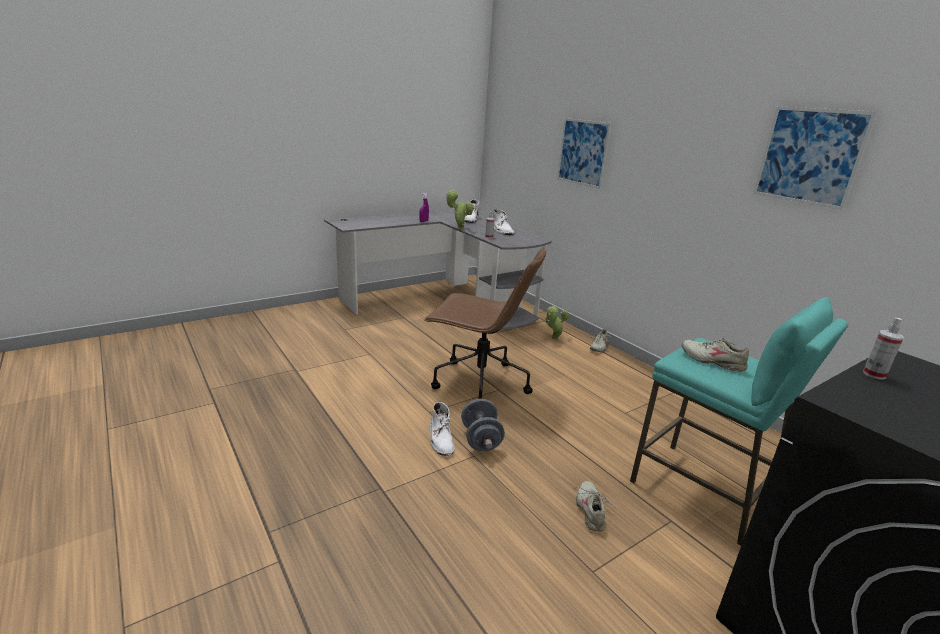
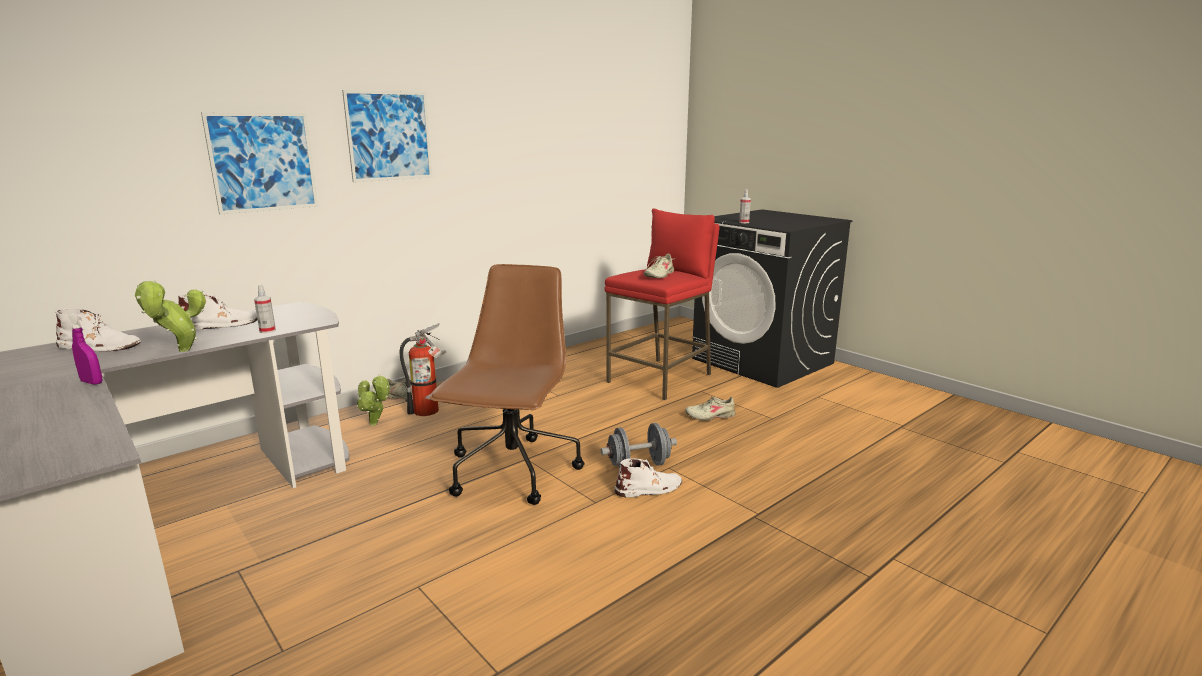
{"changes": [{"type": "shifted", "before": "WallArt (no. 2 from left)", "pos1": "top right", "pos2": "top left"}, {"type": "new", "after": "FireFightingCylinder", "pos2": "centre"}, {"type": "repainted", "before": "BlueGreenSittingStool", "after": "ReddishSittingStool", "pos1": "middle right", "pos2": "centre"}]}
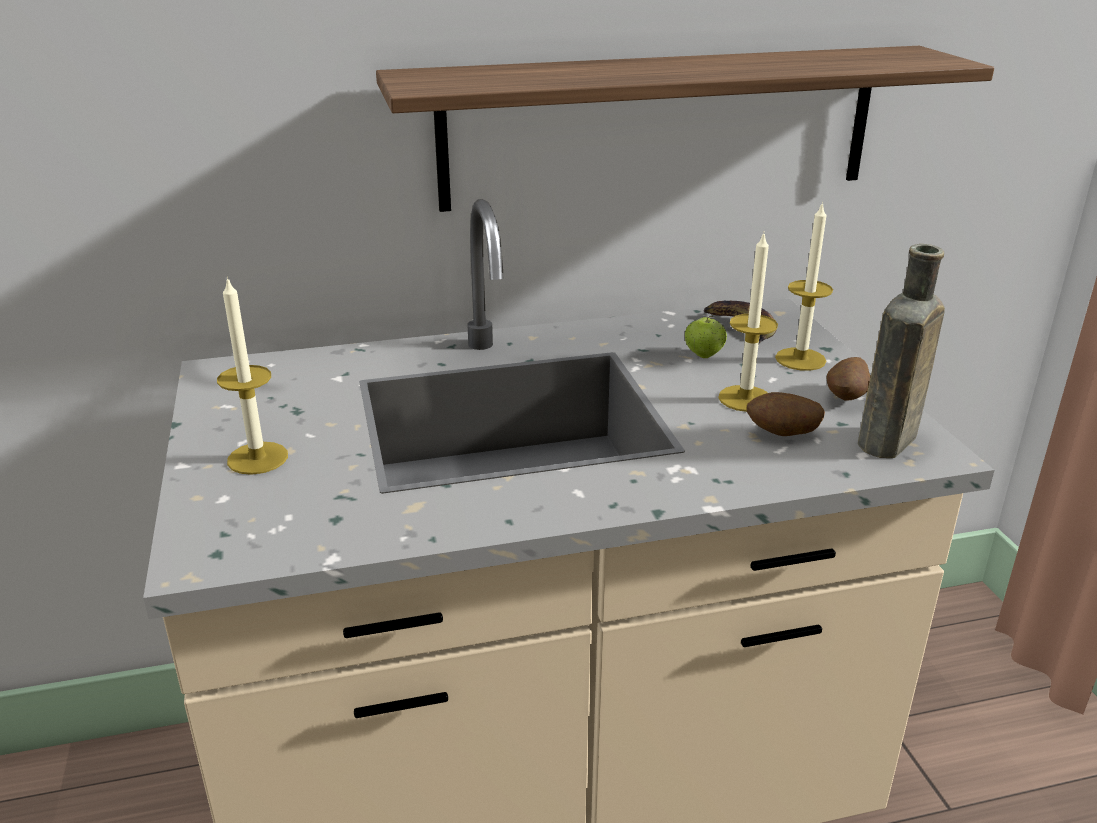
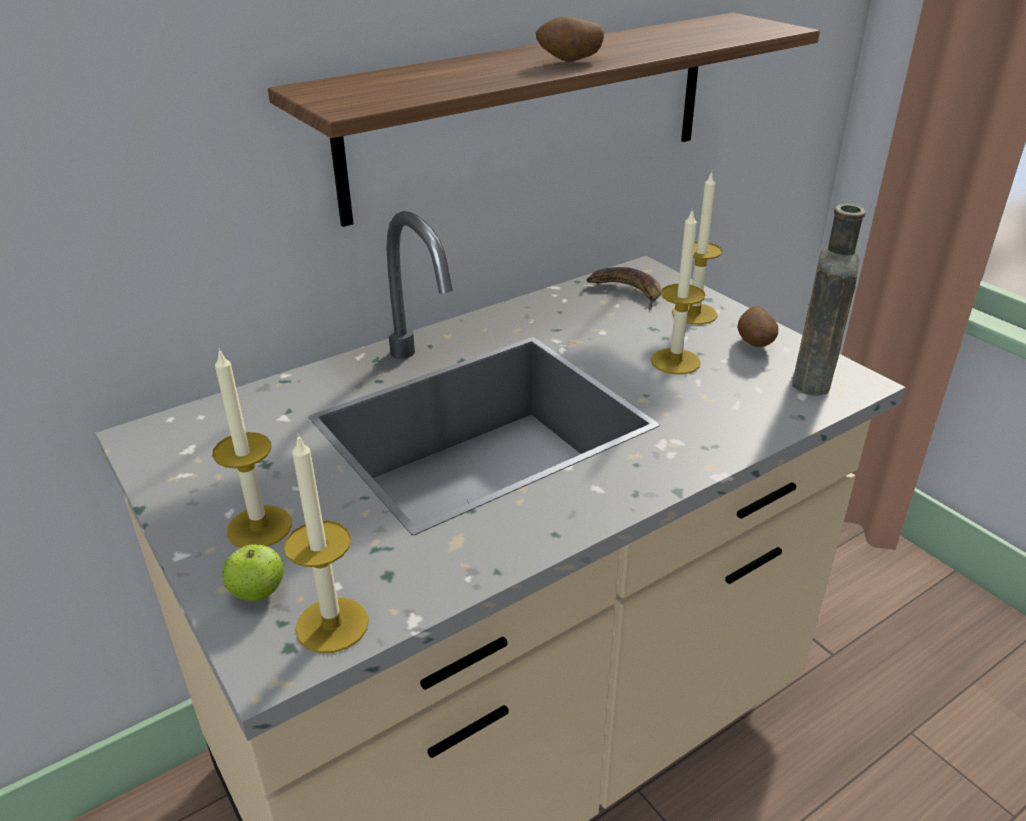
{"changes": [{"type": "shifted", "before": "AppleFruit", "pos1": "centre", "pos2": "bottom left"}, {"type": "new", "after": "WaxLight (no. 2 from left)", "pos2": "middle left"}, {"type": "shifted", "before": "Potato (no. 1 from left)", "pos1": "middle right", "pos2": "top centre"}]}
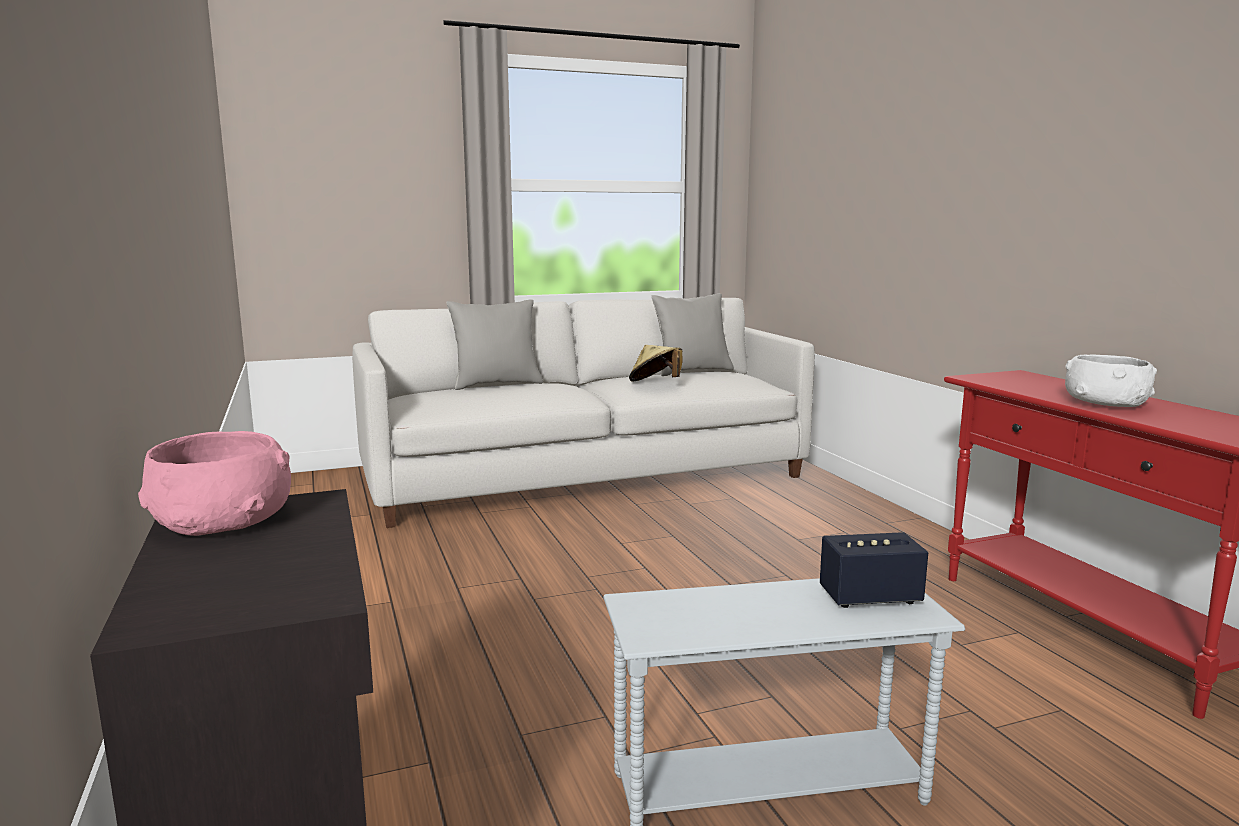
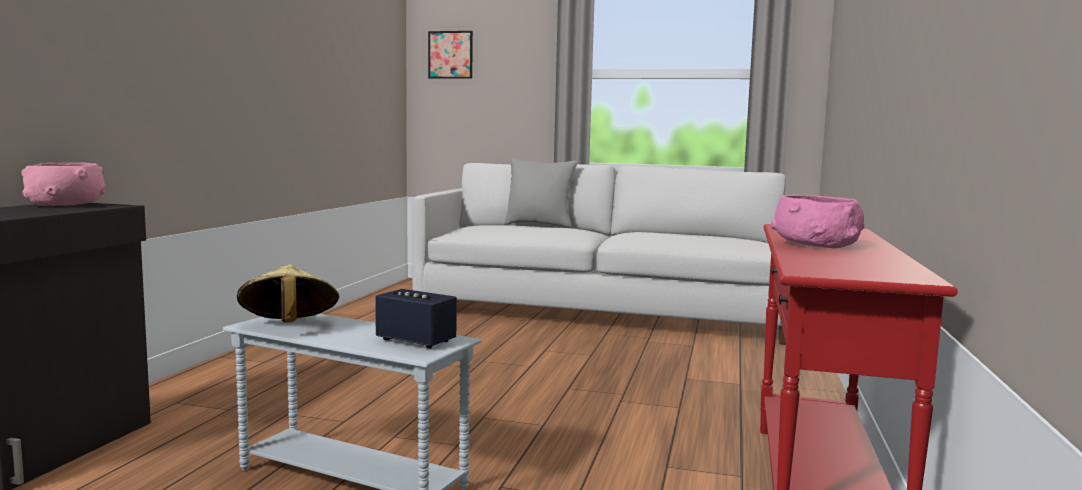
{"changes": [{"type": "shifted", "before": "BeigeColouredWearableHat", "pos1": "centre", "pos2": "middle left"}, {"type": "new", "after": "WallArt", "pos2": "top centre"}, {"type": "repainted", "before": "WhiteBowl", "after": "PinkBowl (no. 2 from left)", "pos1": "middle right", "pos2": "middle right"}, {"type": "gone", "before": "GreyPillow (no. 2 from left)", "pos1": "centre"}]}
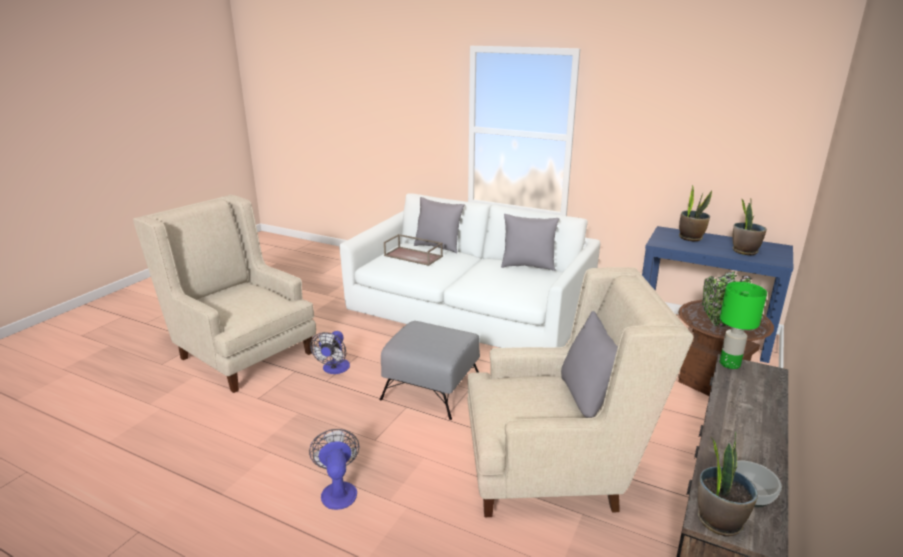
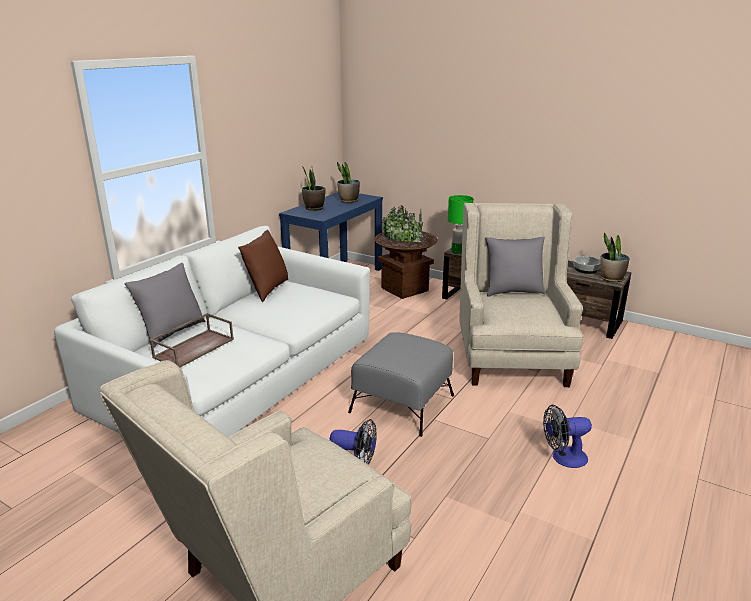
{"changes": [{"type": "repainted", "before": "GreyPillow (no. 2 from left)", "after": "BrownishPillow", "pos1": "centre", "pos2": "centre"}]}
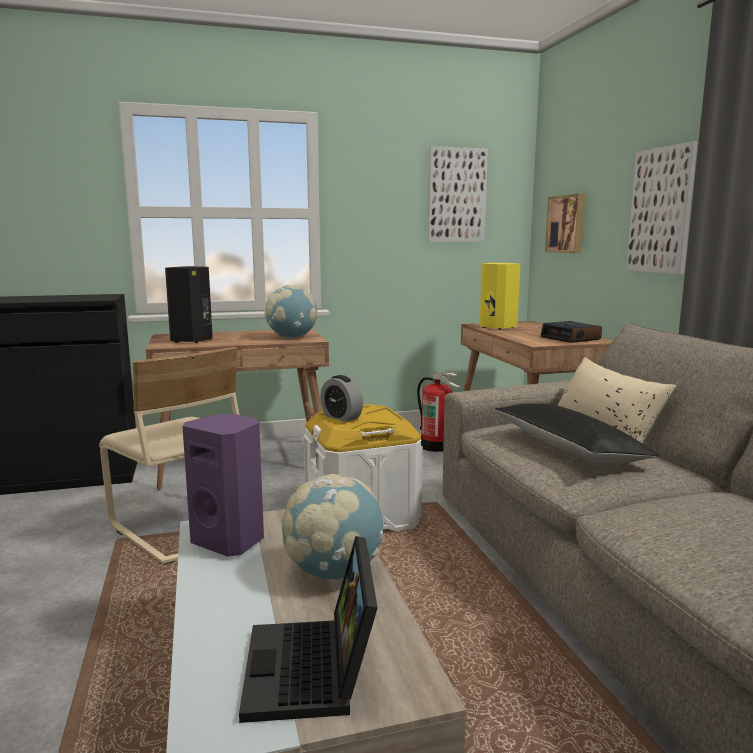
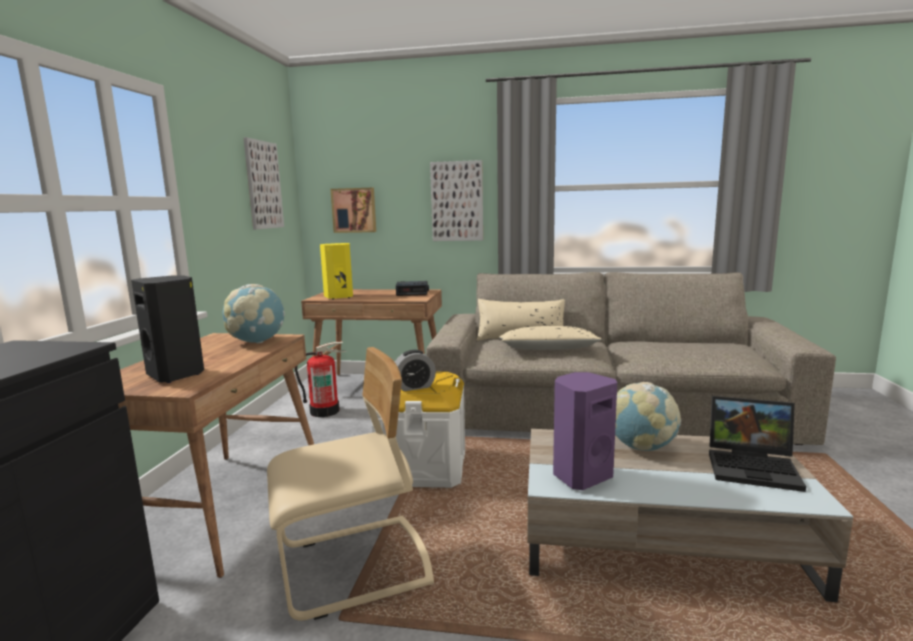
{"changes": [{"type": "repainted", "before": "BlackPillow", "after": "BeigeColouredPillow (no. 2 from left)", "pos1": "middle right", "pos2": "centre"}]}
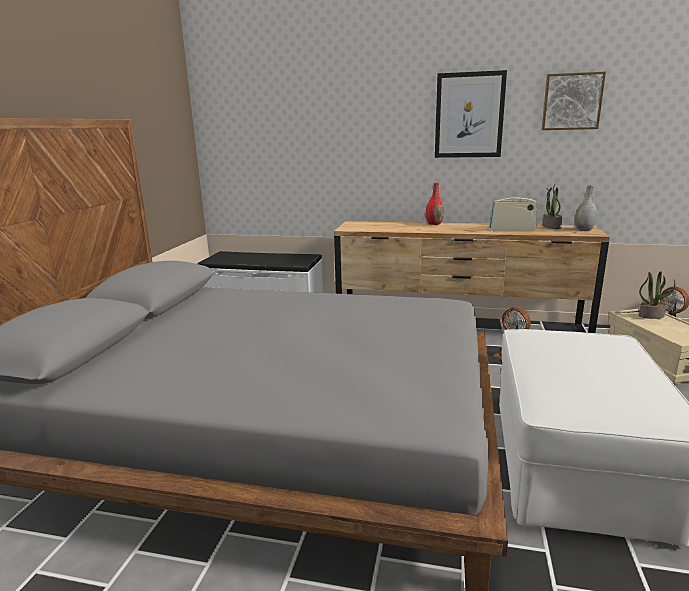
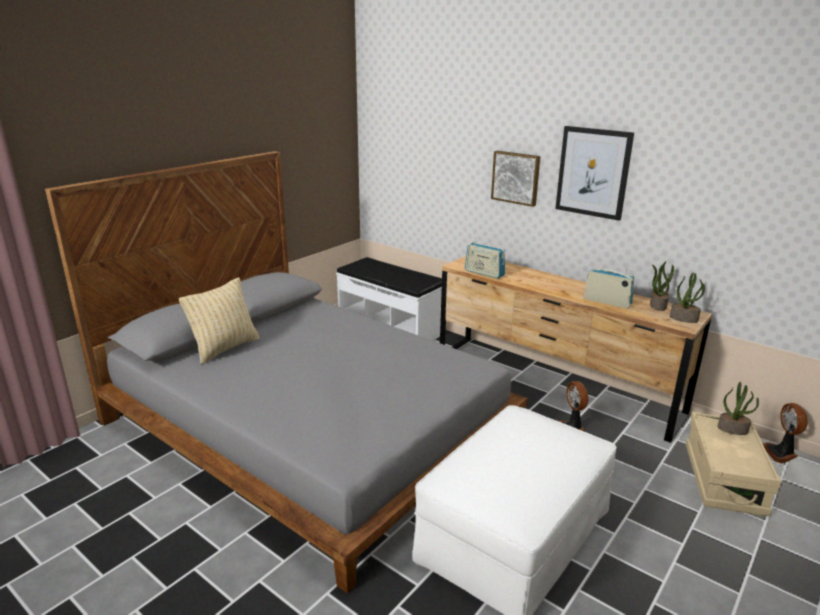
{"changes": [{"type": "new", "after": "BeigeColouredPillow", "pos2": "middle left"}, {"type": "new", "after": "RadioSet (no. 1 from left)", "pos2": "centre"}, {"type": "shifted", "before": "WallArt (no. 2 from left in the first image)", "after": "WallArt (no. 1 from left)", "pos1": "top right", "pos2": "top centre"}, {"type": "swapped", "before": "GreyDecorativeVase", "after": "PottedPlant (no. 2 from left)", "pos1": "middle right", "pos2": "middle right"}, {"type": "gone", "before": "ReddishDecorativeVase", "pos1": "centre"}]}
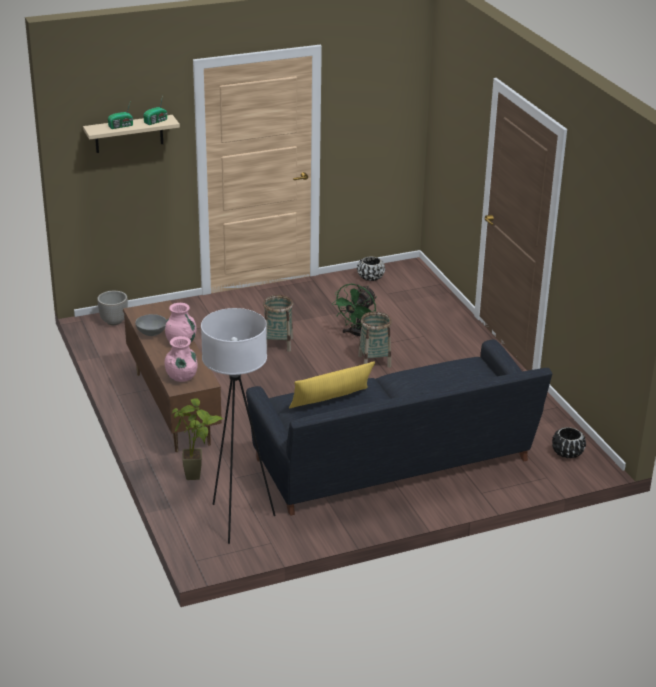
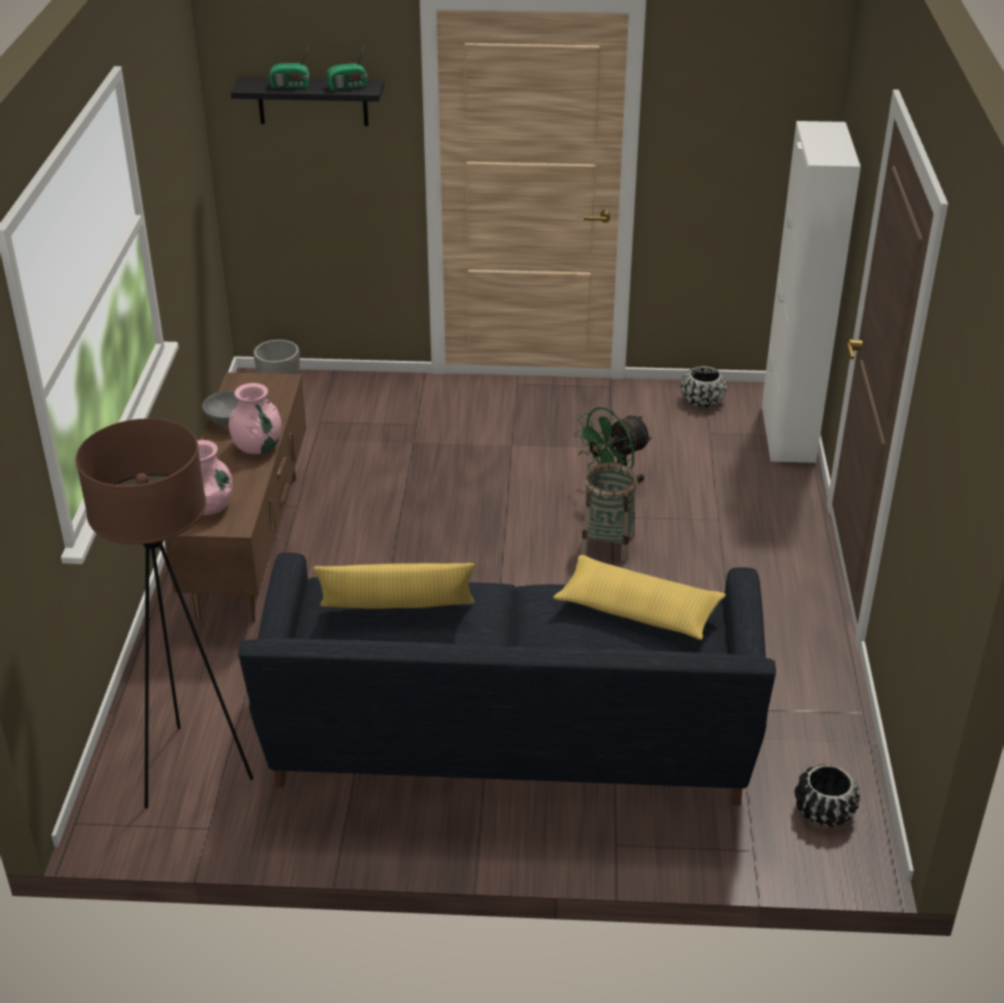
{"changes": [{"type": "repainted", "before": "WhiteStandingLamp", "after": "BrownishStandingLamp", "pos1": "centre", "pos2": "middle left"}, {"type": "repainted", "before": "BeigeColouredBracketShelf", "after": "BlackBracketShelf", "pos1": "top left", "pos2": "top left"}, {"type": "new", "after": "YellowColouredPillow (no. 2 from left)", "pos2": "centre"}, {"type": "new", "after": "WhiteStorageCabinet", "pos2": "top right"}, {"type": "gone", "before": "PottedPlant", "pos1": "middle left"}, {"type": "gone", "before": "Basket (no. 1 from left)", "pos1": "centre"}]}
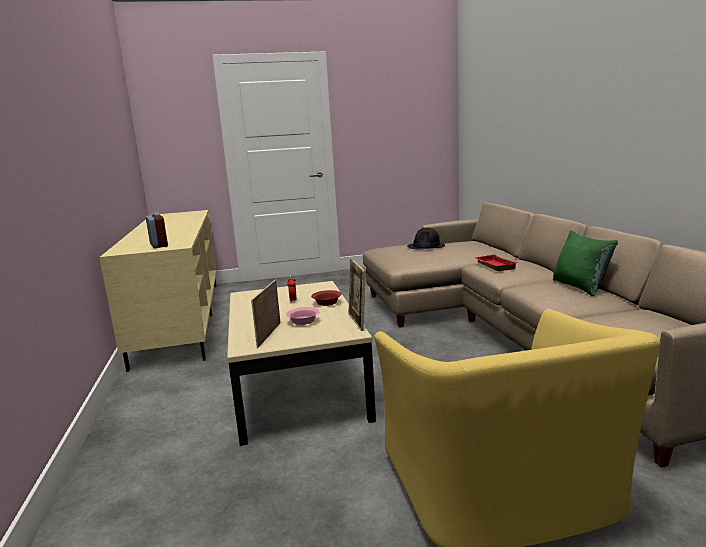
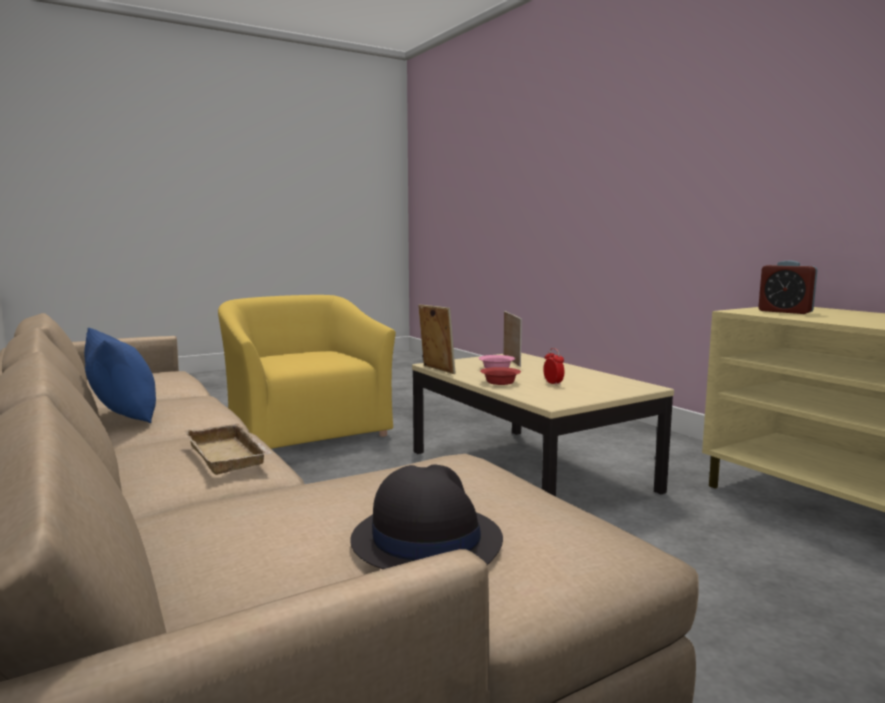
{"changes": [{"type": "repainted", "before": "GreenColouredPillow", "after": "BluishPillow", "pos1": "middle right", "pos2": "middle left"}, {"type": "repainted", "before": "ReddishTray", "after": "BeigeColouredTray", "pos1": "middle right", "pos2": "middle left"}]}
